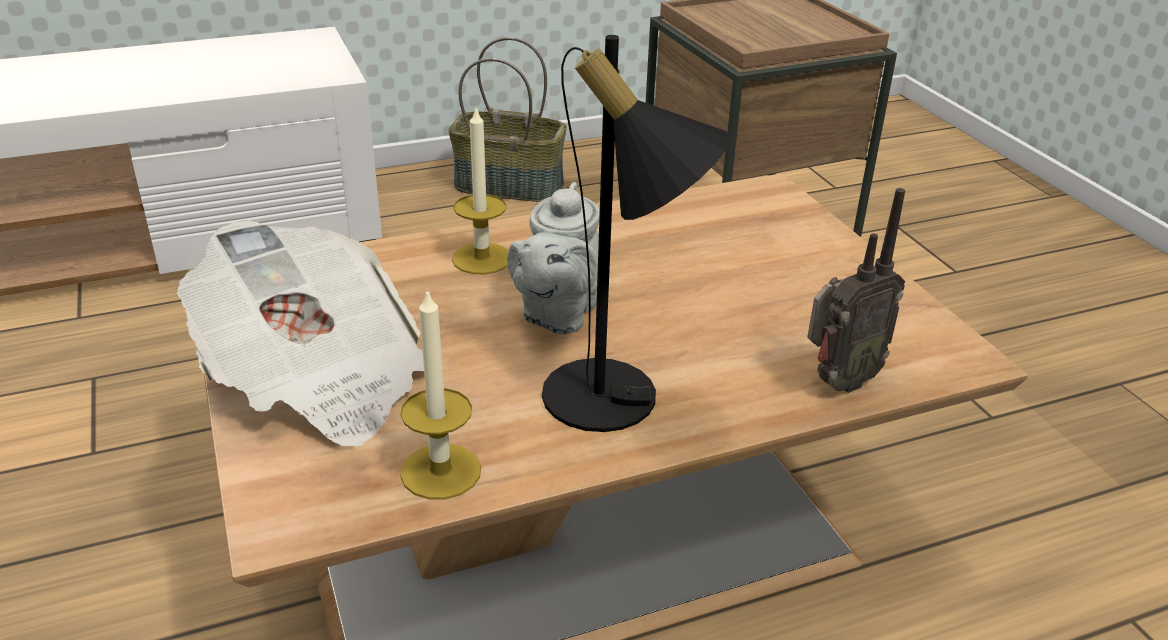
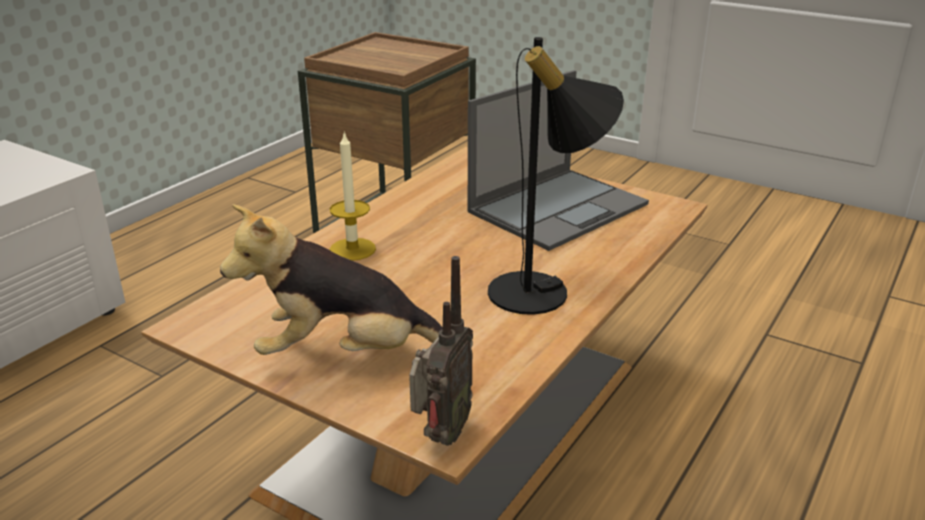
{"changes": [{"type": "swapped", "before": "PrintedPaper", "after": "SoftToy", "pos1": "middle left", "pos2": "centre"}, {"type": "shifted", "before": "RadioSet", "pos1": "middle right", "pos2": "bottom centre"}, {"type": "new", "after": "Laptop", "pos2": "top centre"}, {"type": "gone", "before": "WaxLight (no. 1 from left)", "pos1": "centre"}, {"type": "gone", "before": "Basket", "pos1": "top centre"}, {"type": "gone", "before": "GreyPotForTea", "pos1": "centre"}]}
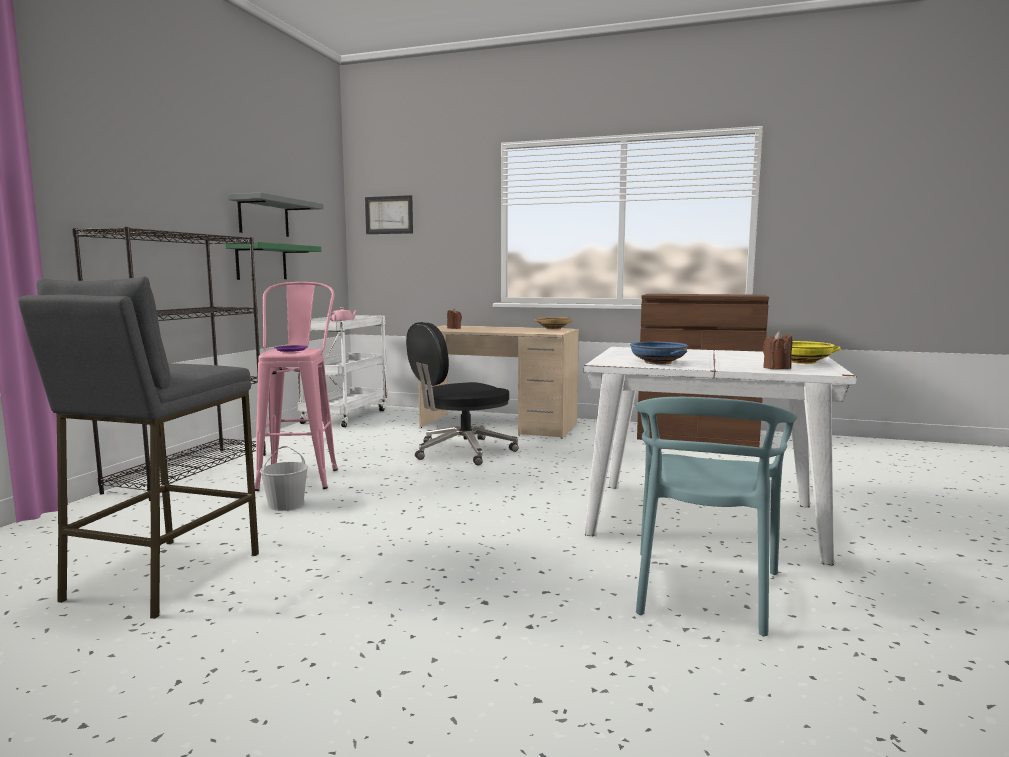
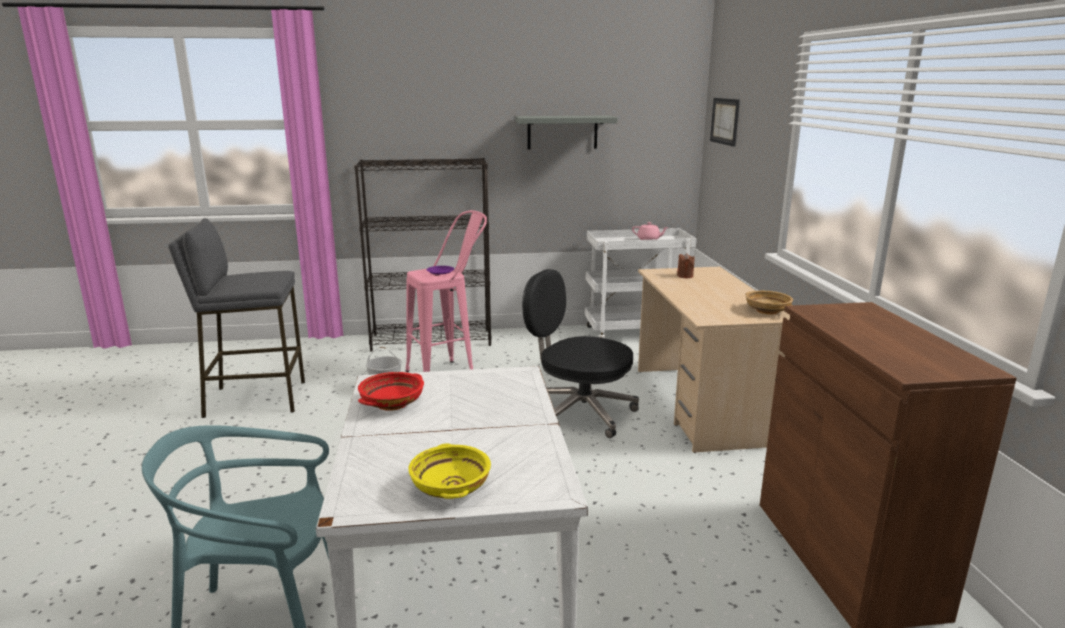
{"changes": [{"type": "repainted", "before": "BluishBowl", "after": "ReddishBowl", "pos1": "centre", "pos2": "centre"}, {"type": "gone", "before": "GreenColouredBracketShelf", "pos1": "middle left"}, {"type": "gone", "before": "BrownishWaxLight (no. 2 from left)", "pos1": "middle right"}]}
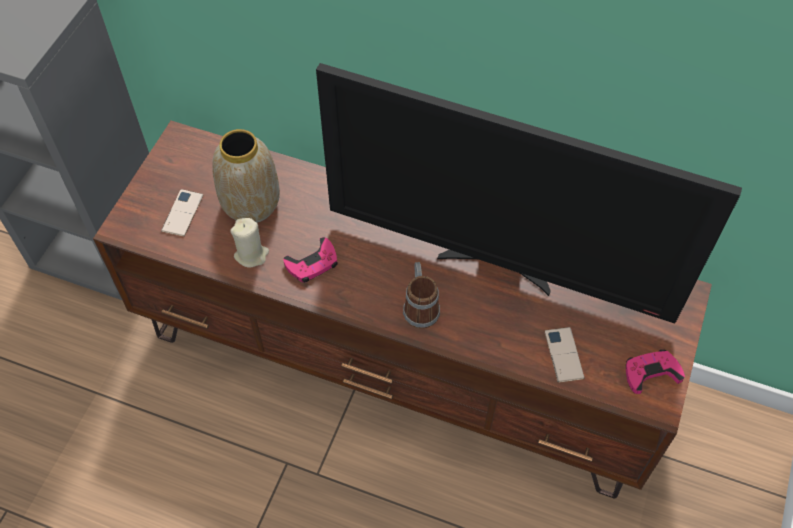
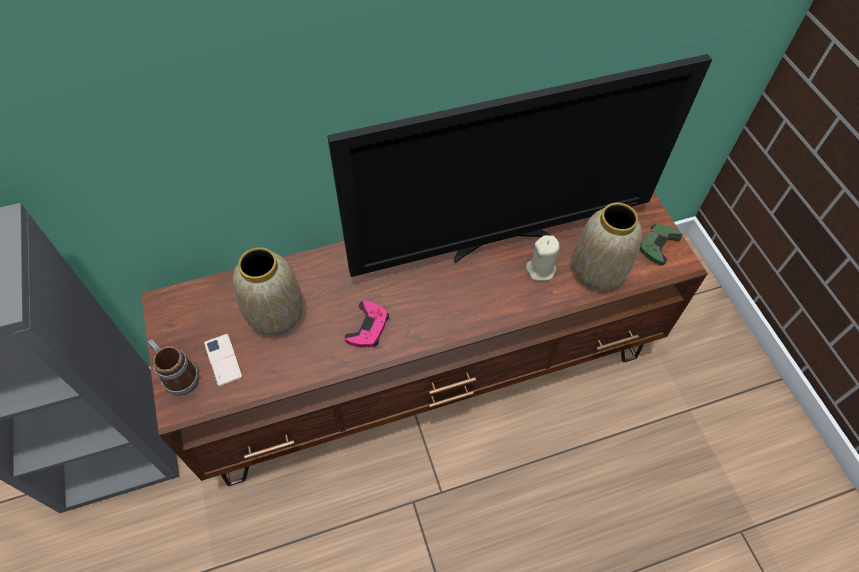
{"changes": [{"type": "shifted", "before": "Mug", "pos1": "centre", "pos2": "middle left"}, {"type": "shifted", "before": "BeigeColouredWaxLight", "pos1": "middle left", "pos2": "centre"}, {"type": "swapped", "before": "Phone (no. 2 from left)", "after": "DecorativeVase (no. 2 from left)", "pos1": "bottom right", "pos2": "middle right"}, {"type": "repainted", "before": "PinkJoypad (no. 2 from left)", "after": "GreenColouredJoypad", "pos1": "bottom right", "pos2": "middle right"}]}
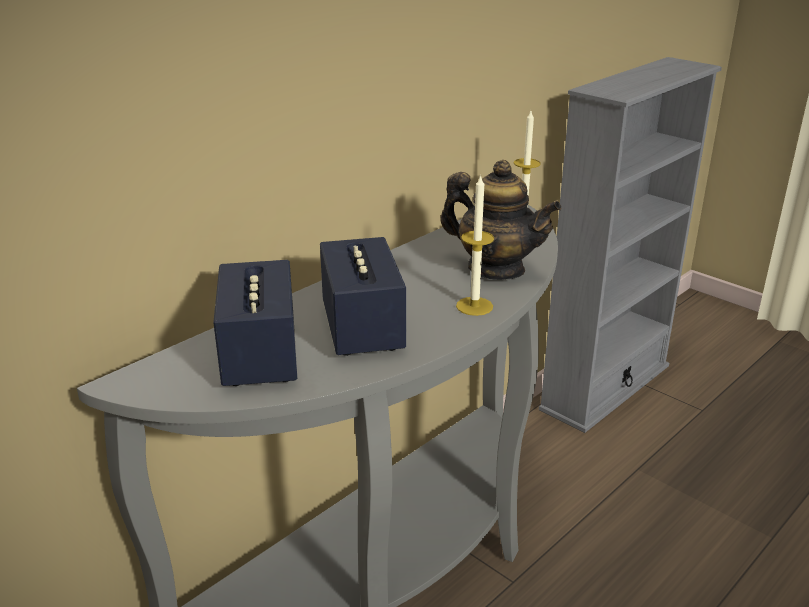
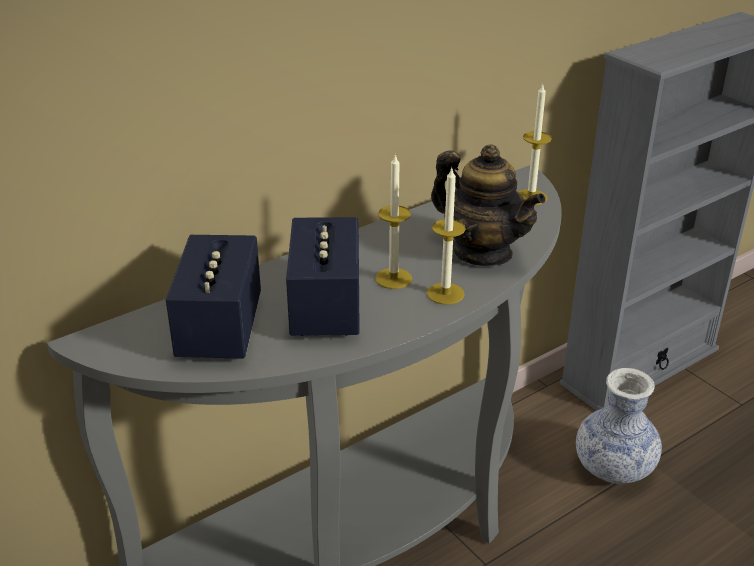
{"changes": [{"type": "new", "after": "WaxLight (no. 1 from left)", "pos2": "centre"}, {"type": "new", "after": "DecorativeVase", "pos2": "bottom right"}]}
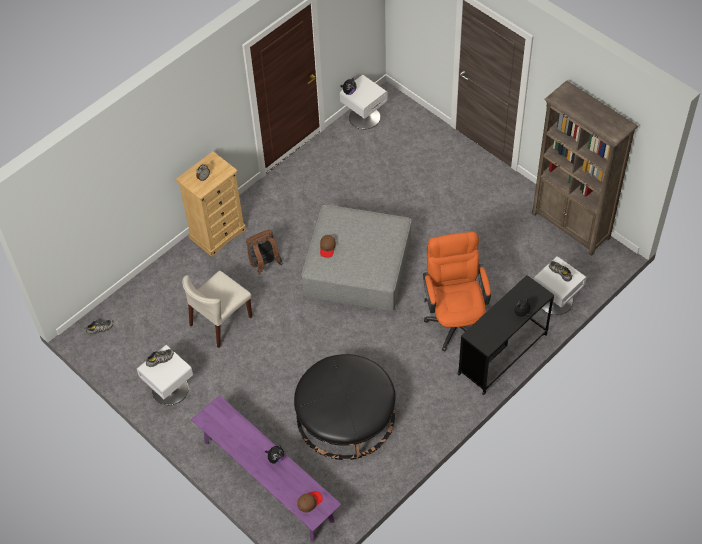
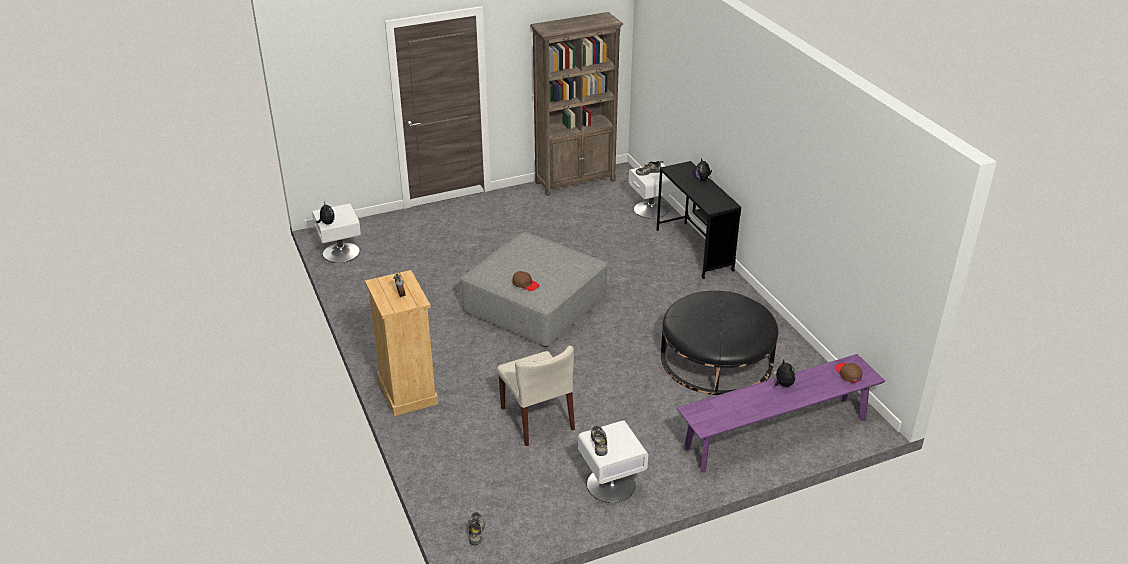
{"changes": [{"type": "gone", "before": "BrownishKnapsack", "pos1": "centre"}, {"type": "gone", "before": "OrangeColouredComputerChair", "pos1": "centre"}]}
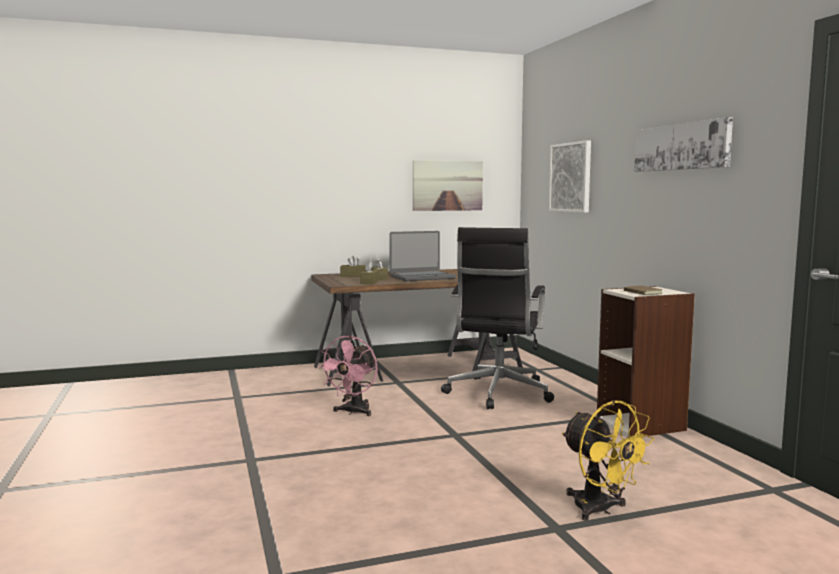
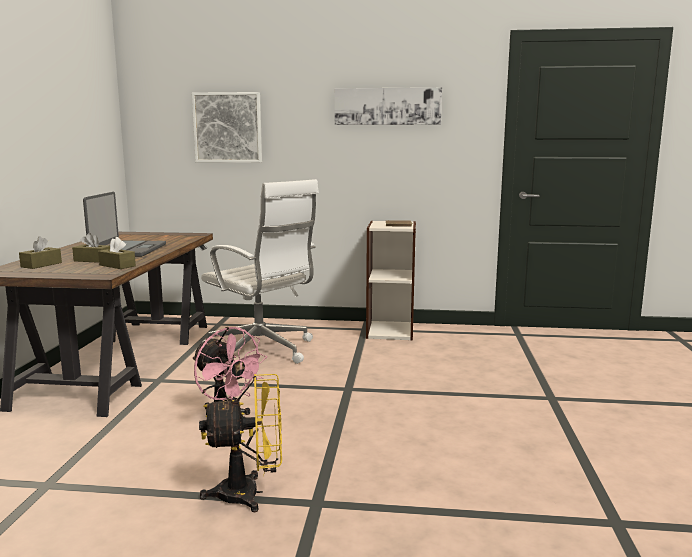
{"changes": [{"type": "shifted", "before": "YellowColouredFan", "pos1": "bottom right", "pos2": "bottom centre"}, {"type": "repainted", "before": "BlackComputerChair", "after": "WhiteComputerChair", "pos1": "centre", "pos2": "centre"}, {"type": "gone", "before": "WallArt (no. 1 from left)", "pos1": "top centre"}]}
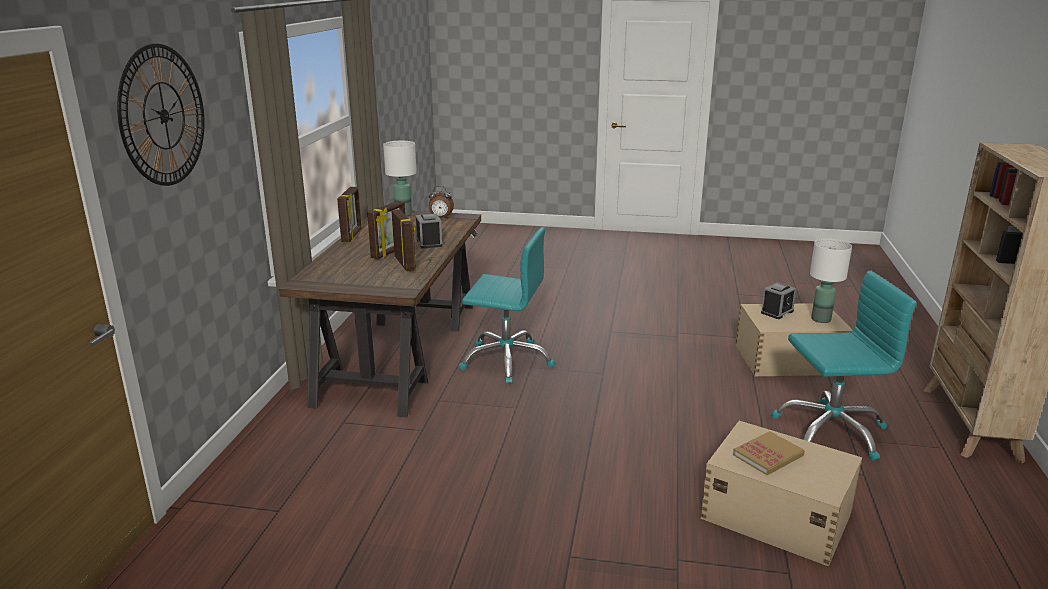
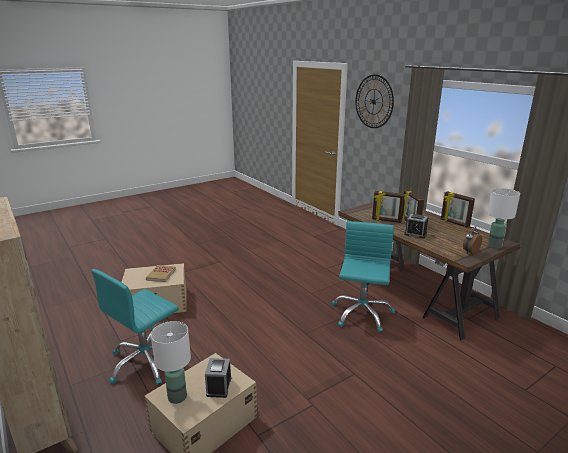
{"changes": [{"type": "rotated", "before": "BlueGreenComputerChair (no. 1 from left in the first image)", "pos1": "centre", "pos2": "centre", "turn": 135}]}
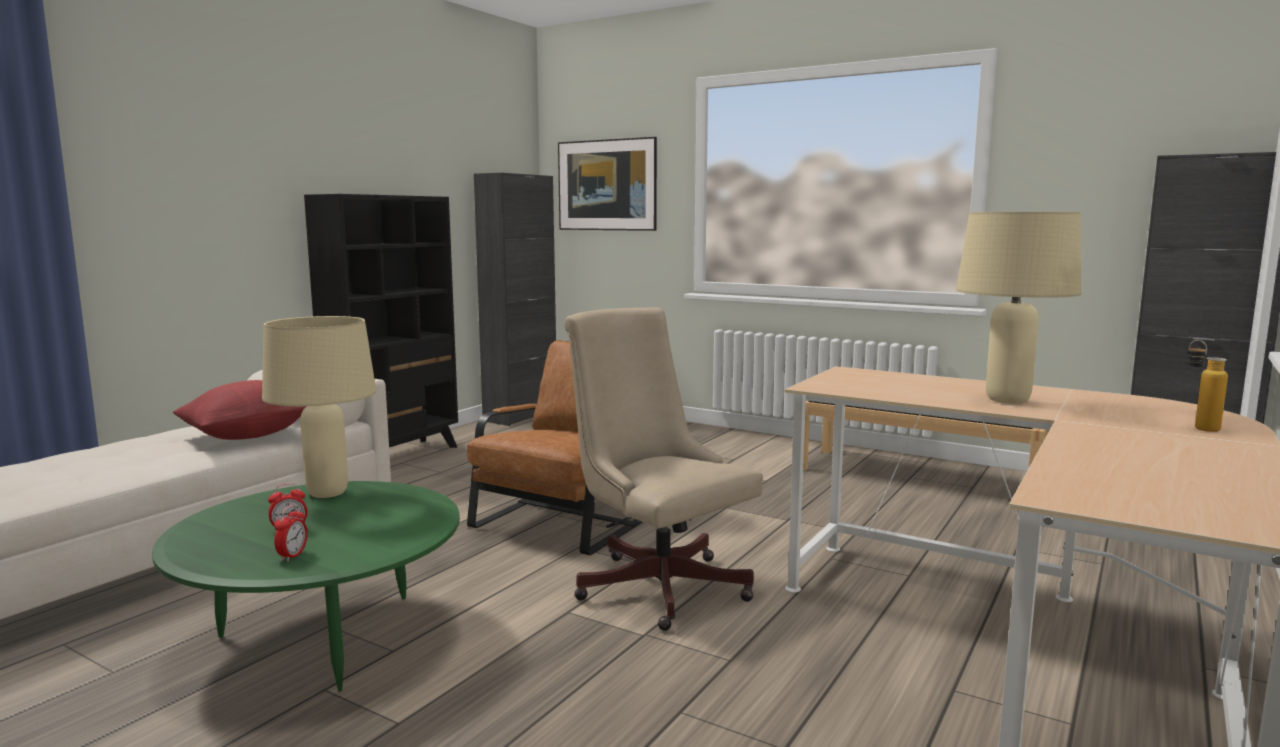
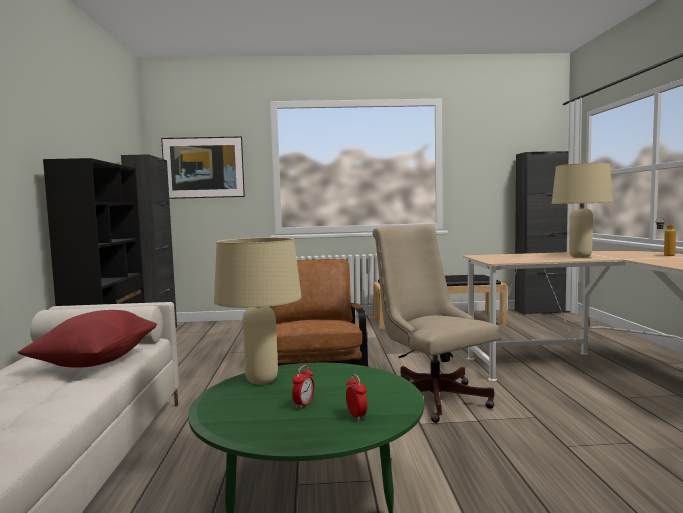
{"changes": [{"type": "rotated", "before": "BeigeColouredComputerChair", "pos1": "centre", "pos2": "centre", "turn": 45}]}
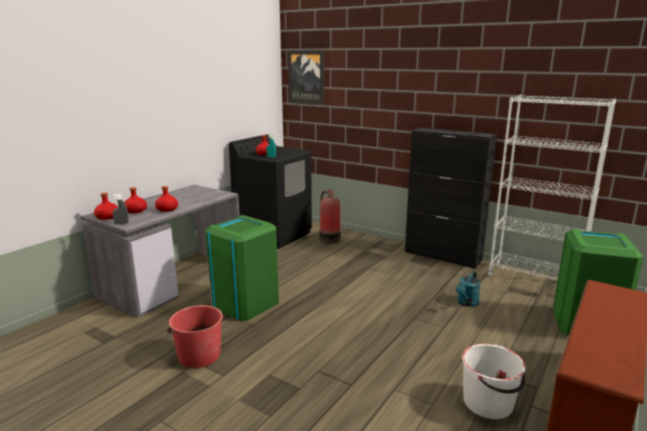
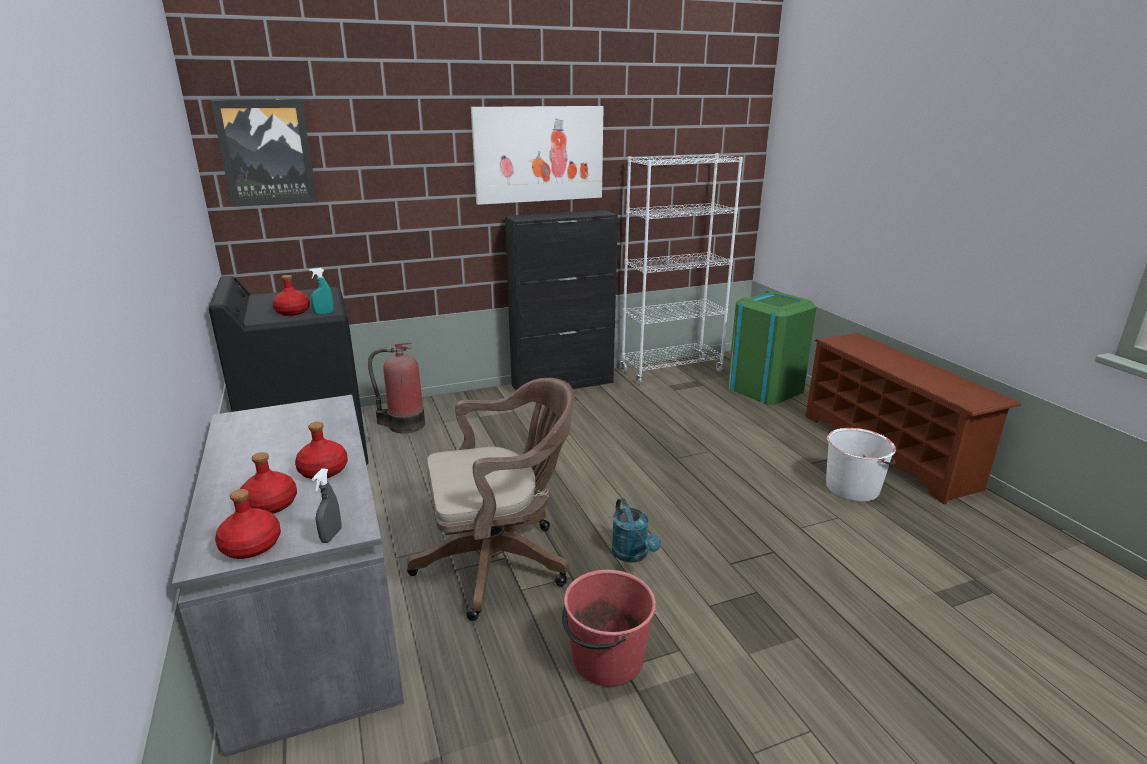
{"changes": [{"type": "swapped", "before": "GreenColouredWasteBin (no. 1 from left)", "after": "BrownishComputerChair", "pos1": "centre", "pos2": "centre"}, {"type": "new", "after": "WallArt (no. 2 from left)", "pos2": "top centre"}, {"type": "shifted", "before": "BlueGreenWateringPot", "pos1": "bottom right", "pos2": "bottom centre"}]}
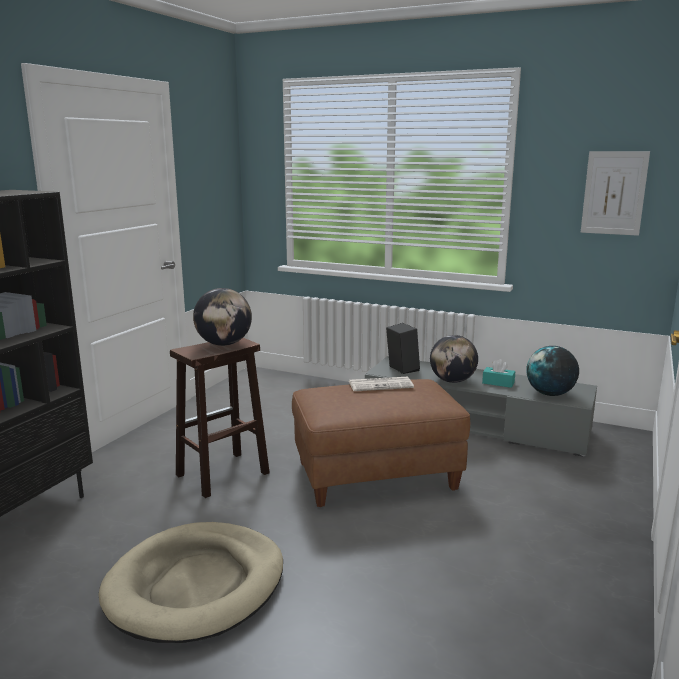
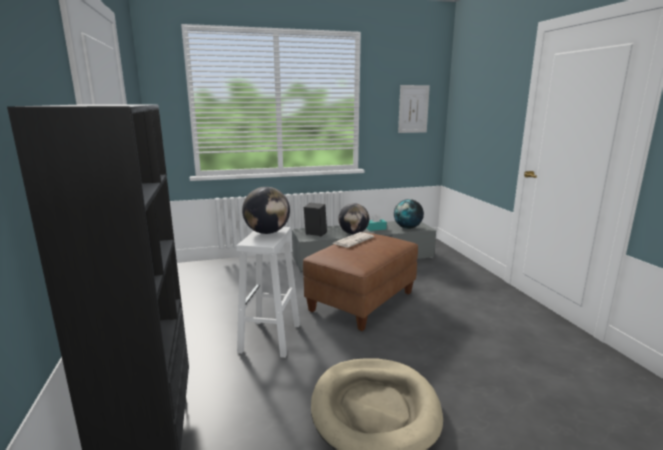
{"changes": [{"type": "repainted", "before": "BrownishSittingStool", "after": "WhiteSittingStool", "pos1": "middle left", "pos2": "centre"}]}
